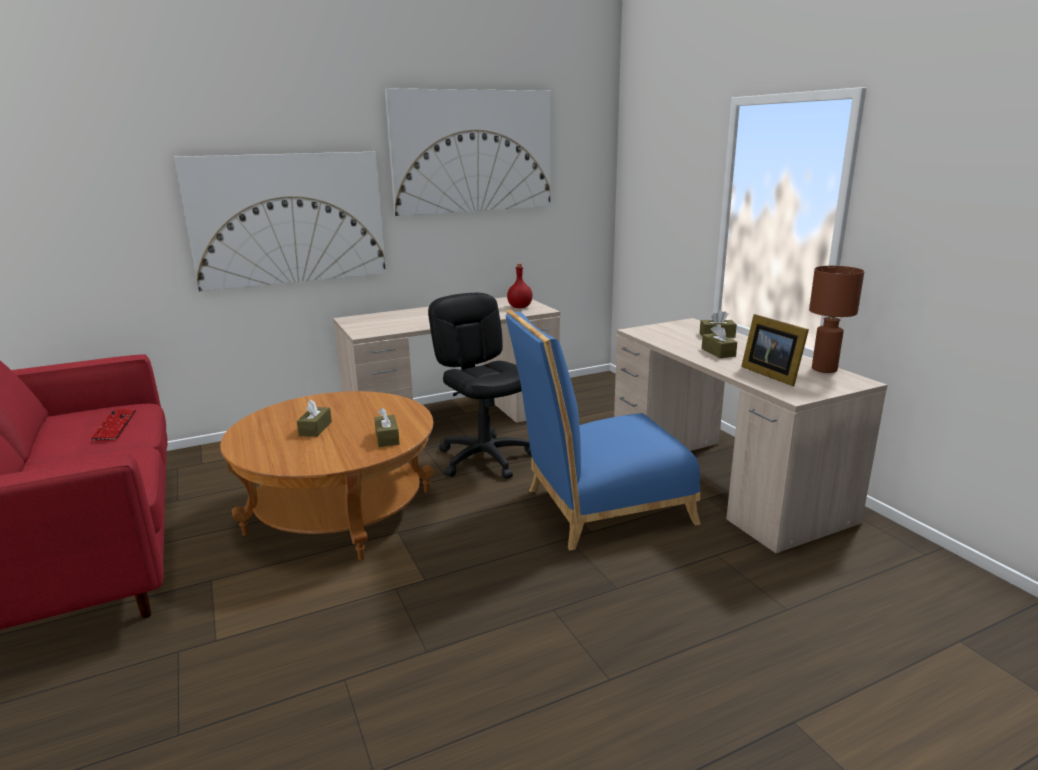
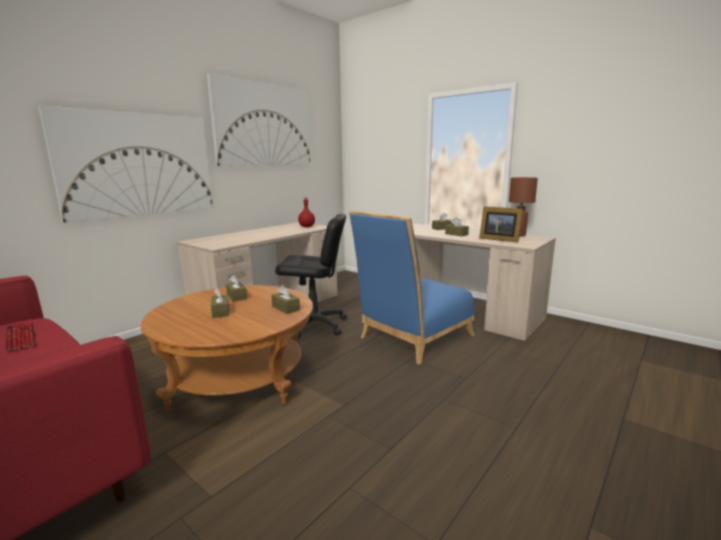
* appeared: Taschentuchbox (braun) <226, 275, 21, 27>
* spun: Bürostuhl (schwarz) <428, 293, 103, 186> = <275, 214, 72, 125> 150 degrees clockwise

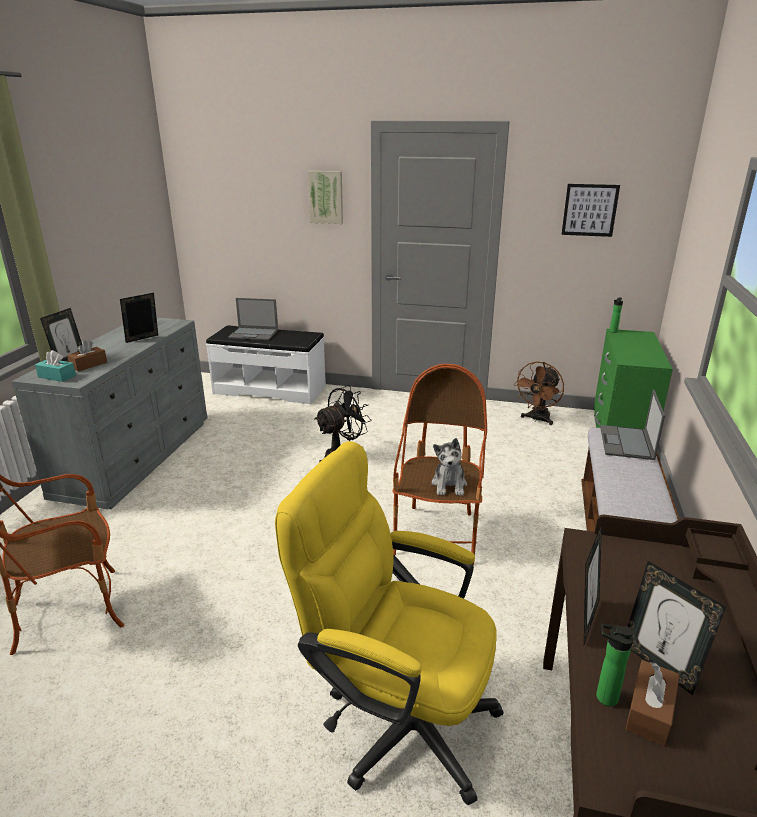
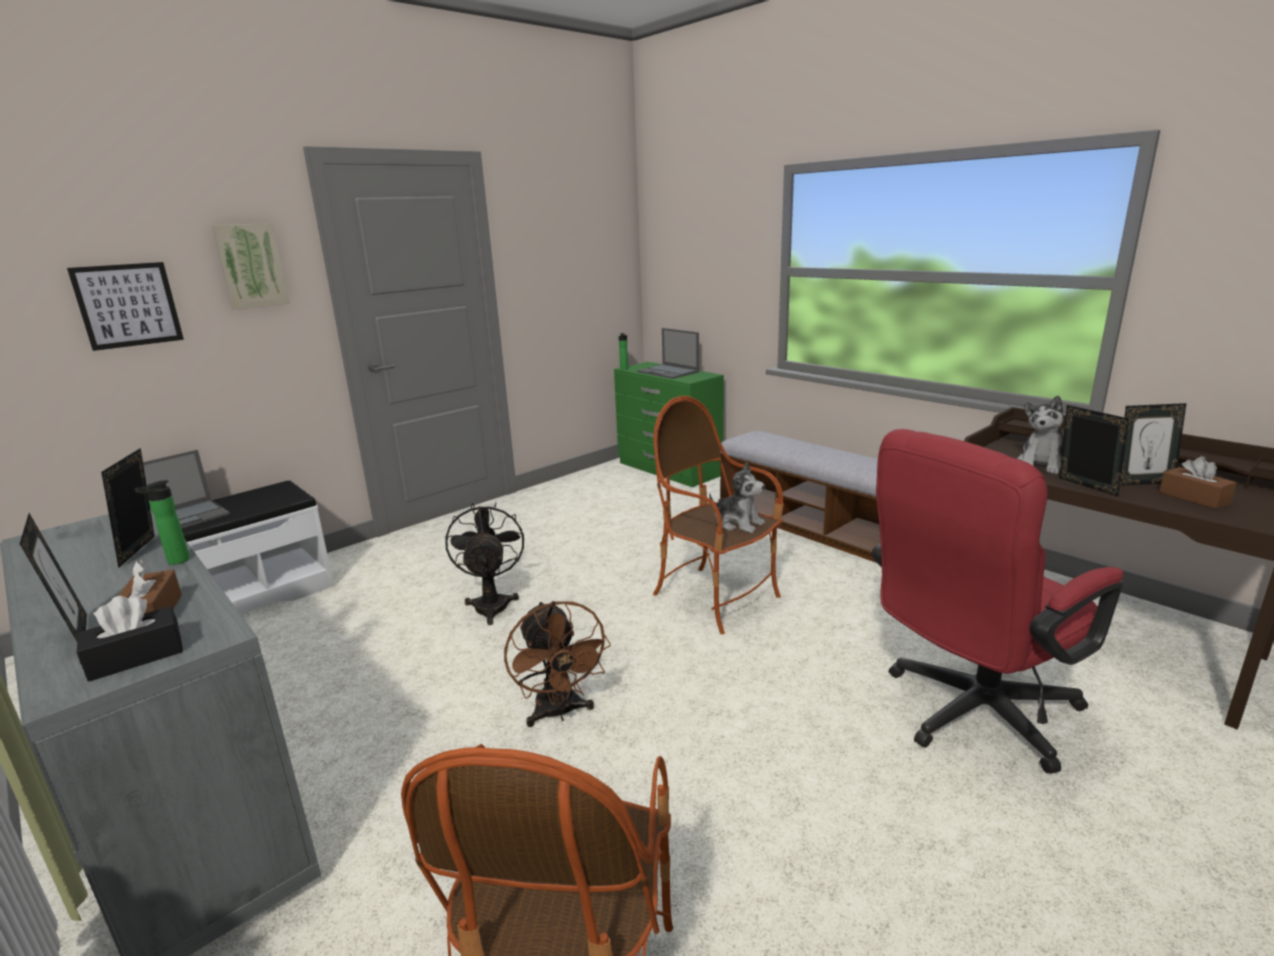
* relocated: Bild <561, 184, 59, 53> to <67, 262, 117, 89>
* colour: Taschentuchbox (türkis) <35, 350, 41, 32> to Taschentuchbox (schwarz) <77, 596, 106, 85>
* relocated: Flasche <596, 624, 39, 82> to <135, 480, 55, 85>
* relocated: Ventilator (braun) <513, 361, 51, 64> to <504, 601, 107, 126>
* relocated: Laptop <600, 390, 65, 70> to <637, 328, 62, 51>
* colour: Bürostuhl (gelb) <275, 441, 229, 365> to Bürostuhl (rot) <872, 429, 251, 345>
* appeared: Plüschtier <1017, 395, 46, 79>

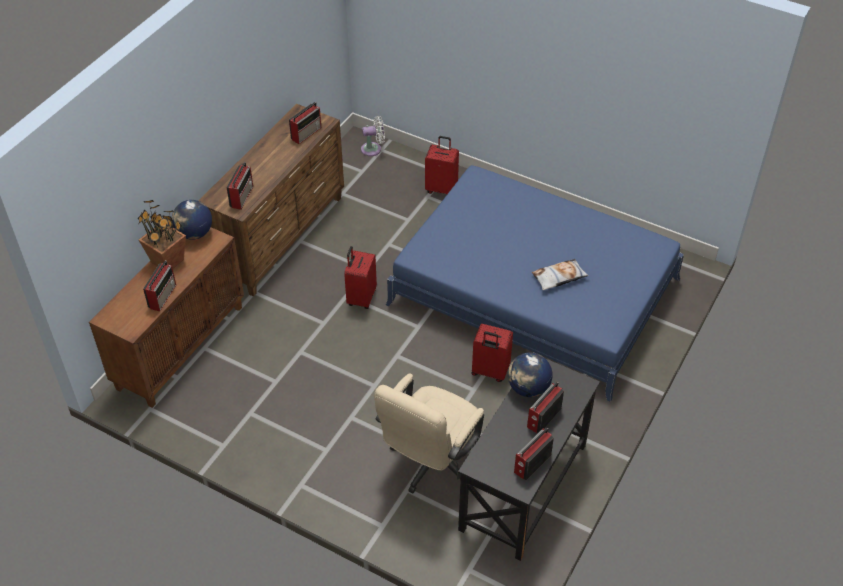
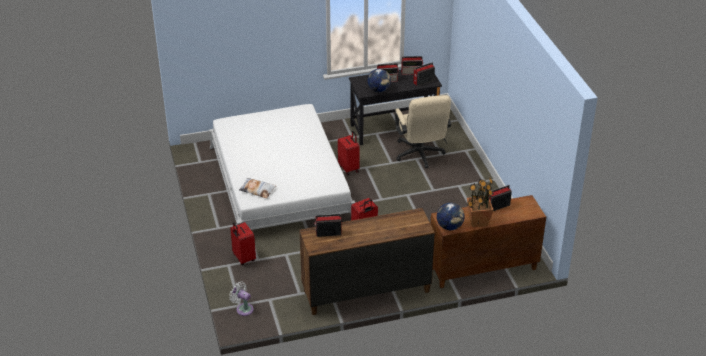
* colour: Bett (blau) <386, 165, 298, 237> to Bett (weiß) <209, 104, 146, 126>
* relocated: Kissen <532, 259, 57, 31> to <239, 178, 37, 20>
* spun: Bürostuhl (beige) <374, 374, 110, 120> = <395, 95, 56, 73> 90 degrees clockwise
* relocated: Radio <226, 162, 27, 48> to <413, 62, 22, 24>

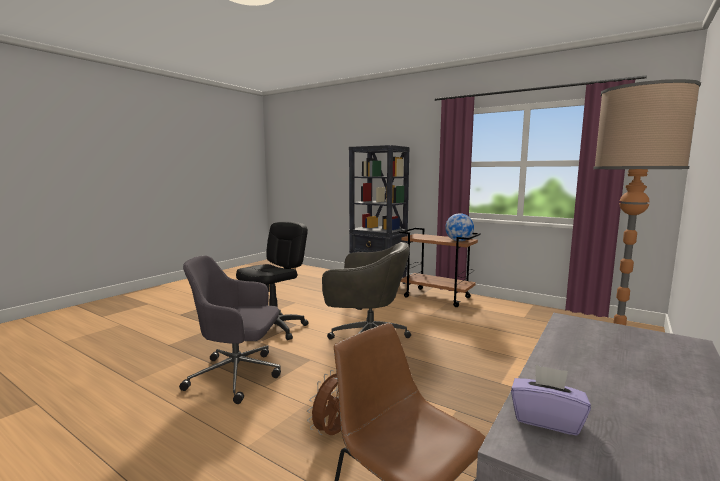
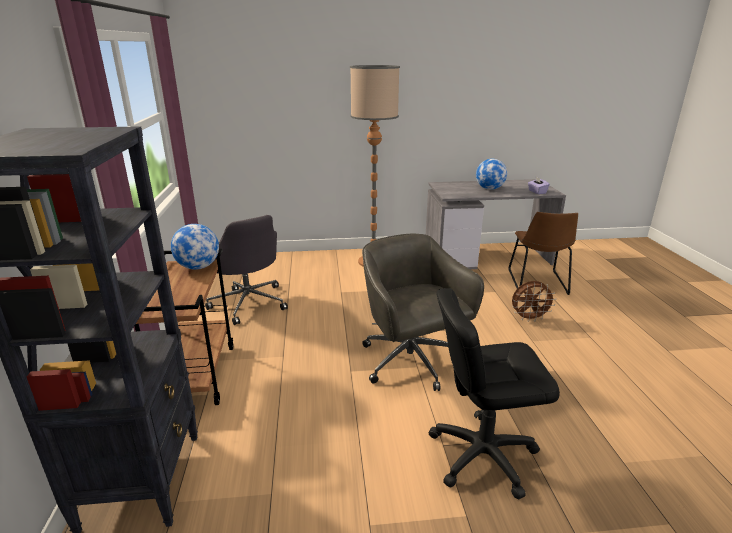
* relocated: Bürostuhl (grau) <179, 255, 102, 149> to <205, 215, 83, 110>
* appeared: Globus <476, 159, 31, 31>

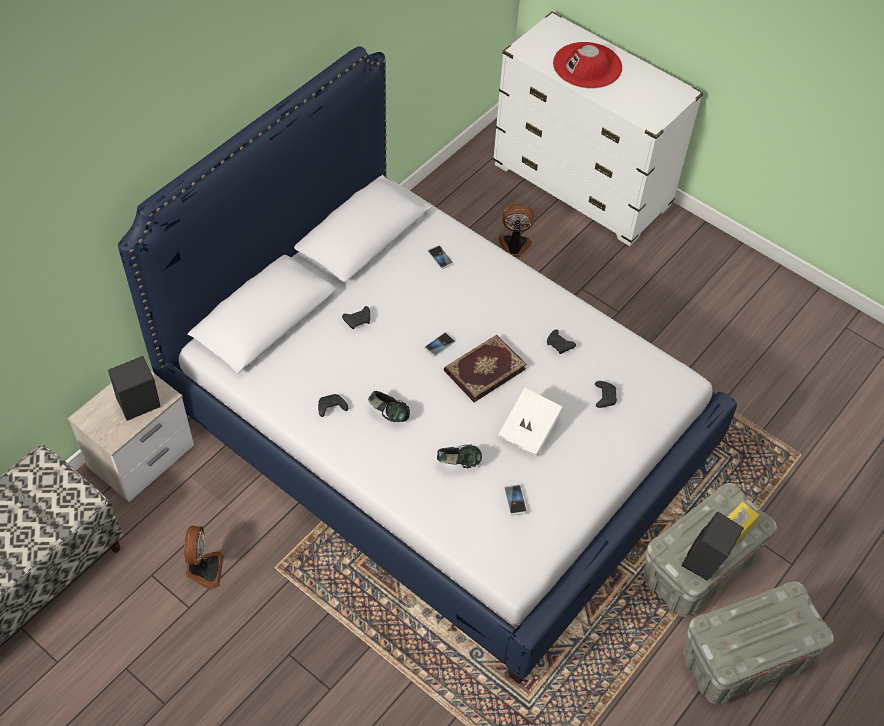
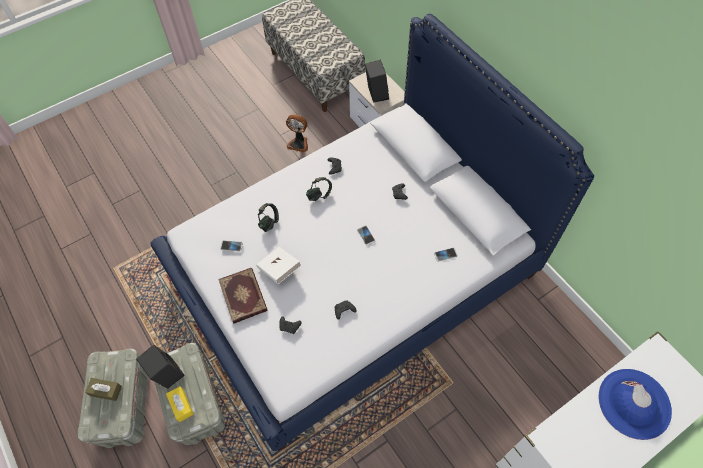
* appeared: Taschentuchbox (braun) <85, 378, 37, 23>
* relocated: Buch <444, 335, 83, 68> to <218, 268, 49, 56>
* colour: Hut (rot) <553, 42, 69, 47> to Hut (blau) <598, 369, 74, 71>
* missing: Ventilator <498, 204, 36, 53>

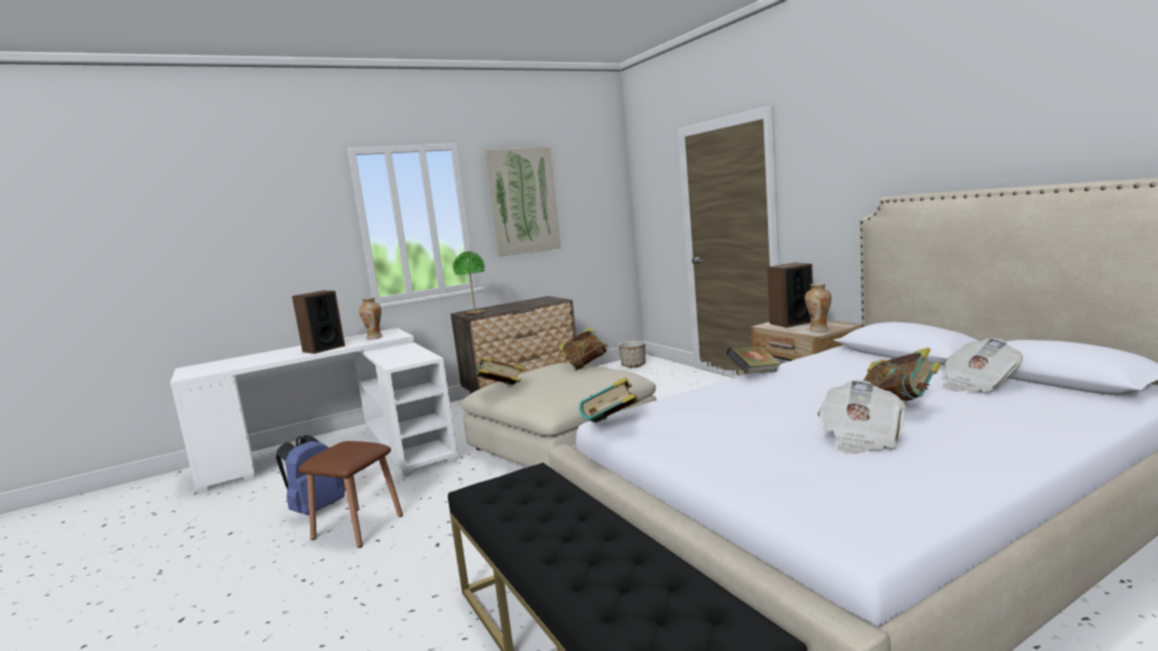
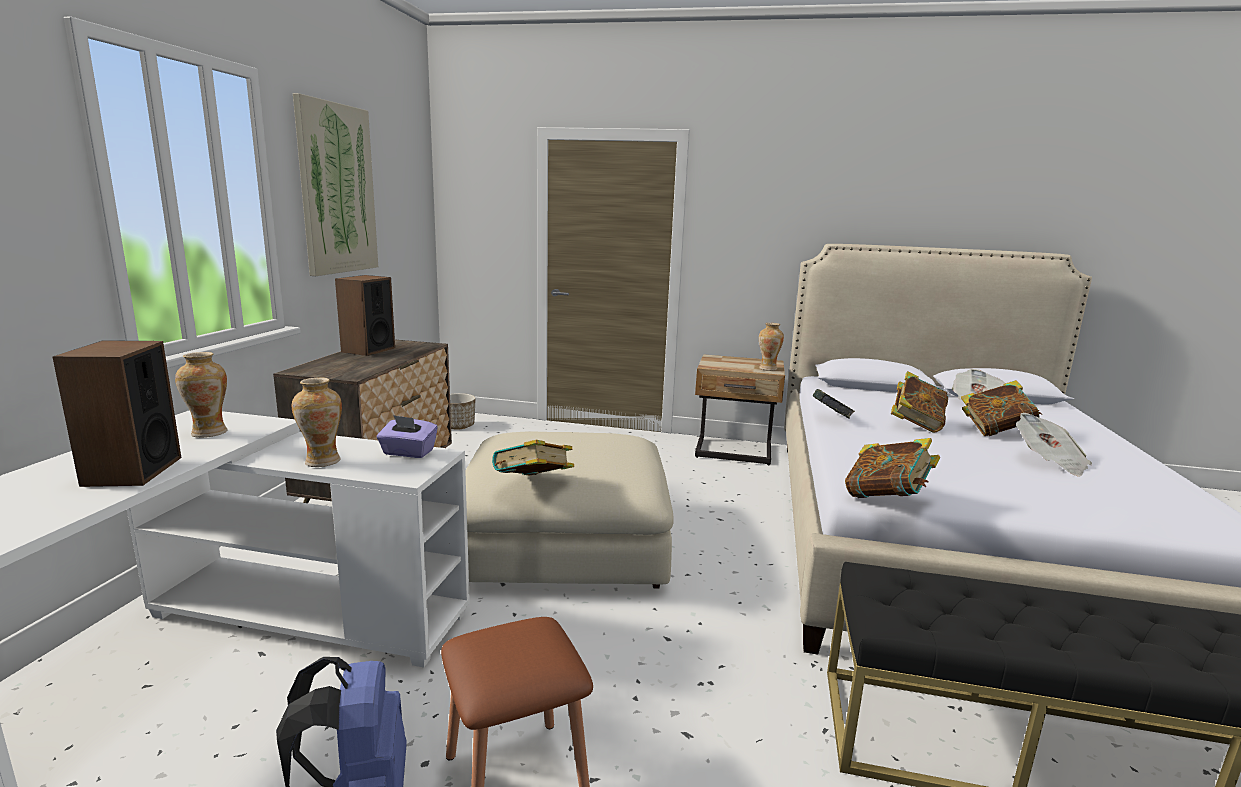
* appeared: Vase <292, 378, 50, 89>
* relocated: Lautsprecher <767, 263, 46, 65> to <335, 275, 60, 81>
* appeared: Taschentuchbox (lila) <377, 415, 61, 43>
* relocated: Buch <558, 327, 51, 43> to <891, 371, 57, 62>
* missing: Tischlampe (grün) <453, 252, 32, 62>

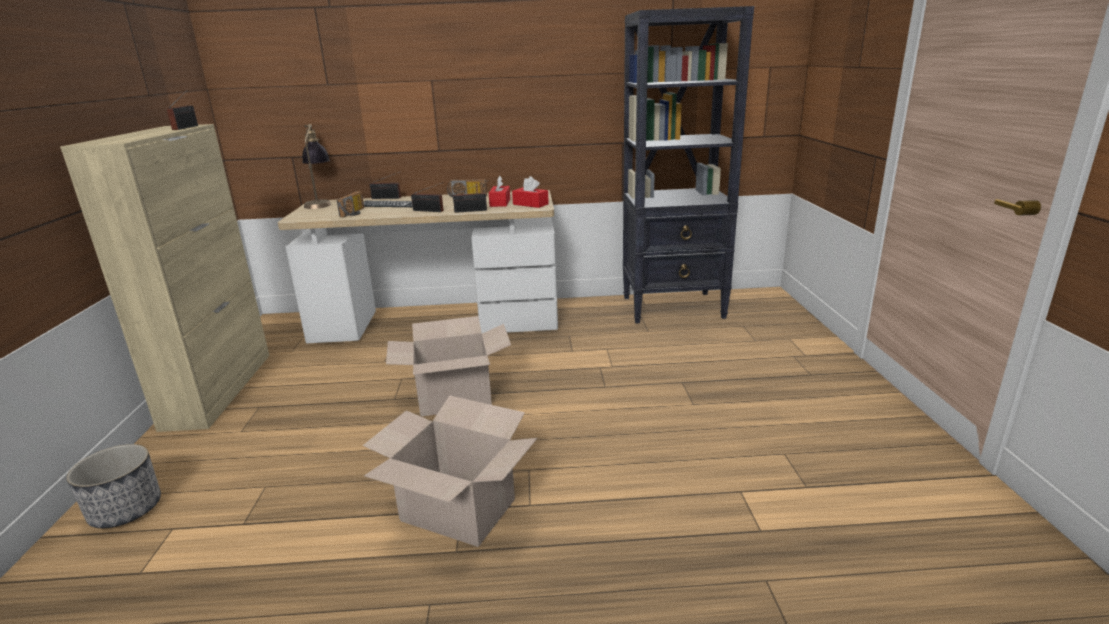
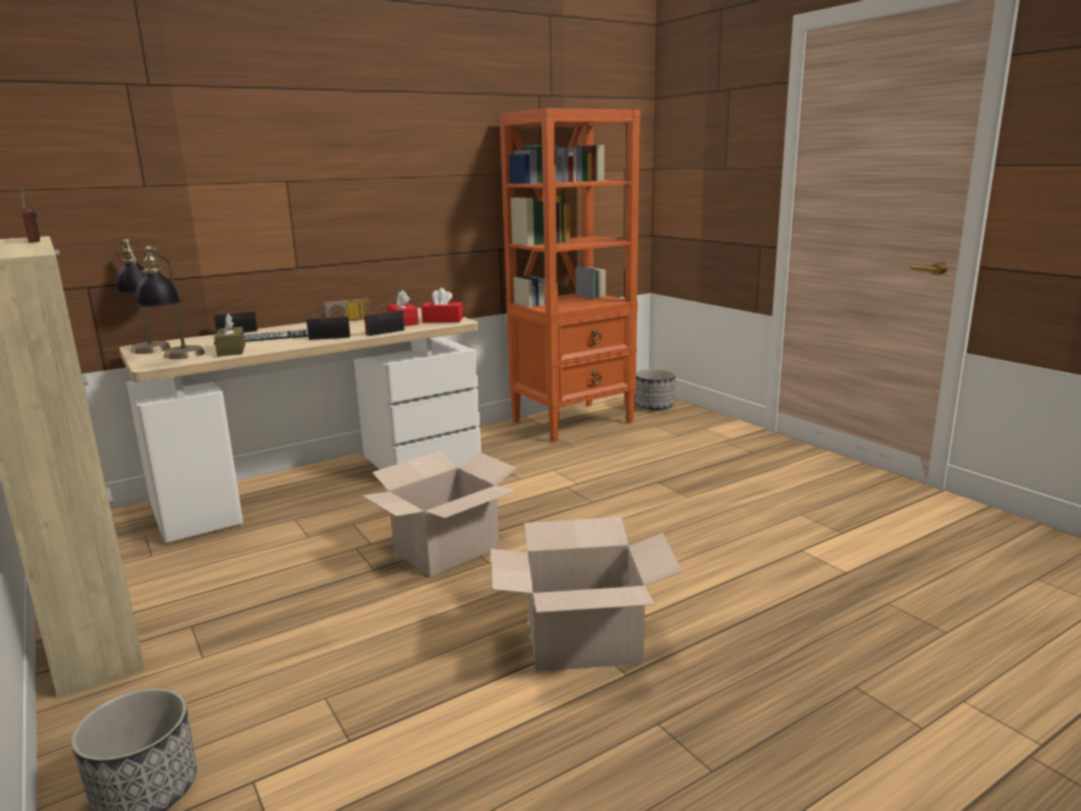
* appeared: Tischlampe <135, 246, 70, 113>
* exchanged: Radio <337, 191, 27, 26> to Taschentuchbox (braun) <214, 313, 31, 43>
* colour: Bücherregal (schwarz) <623, 6, 131, 317> to Bücherregal (orange) <499, 108, 142, 334>
* appeared: Pflanzkübel <635, 369, 41, 41>

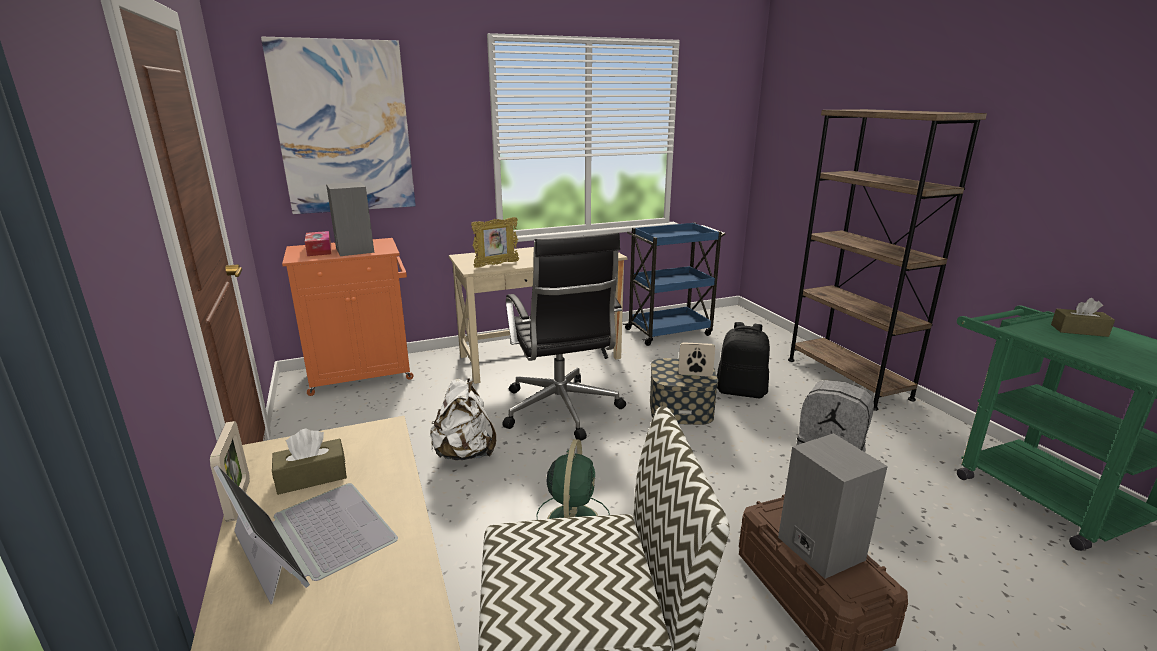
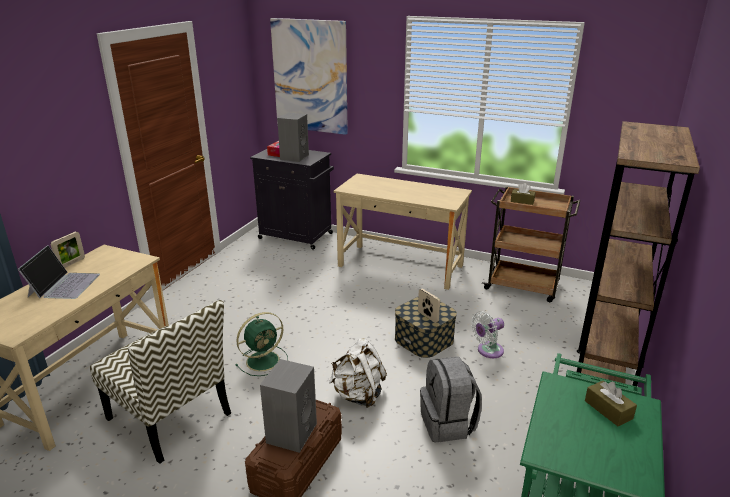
* colour: Schrank (orange) <282, 238, 132, 158> to Schrank (schwarz) <250, 149, 84, 100>
* relocated: Rucksack (weiß) <430, 378, 66, 82> to <329, 338, 58, 70>
* exchanged: Rucksack (schwarz) <717, 322, 53, 76> to Ventilator (weiß) <471, 311, 33, 47>
* colour: Rollwagen (blau) <623, 222, 103, 124> to Rollwagen (braun) <482, 186, 98, 116>
* relocated: Taschentuchbox (braun) <272, 429, 75, 66> to <511, 183, 25, 22>
* missing: Bilderrahmen <471, 217, 48, 51>
* missing: Bürostuhl (schwarz) <502, 232, 124, 209>

